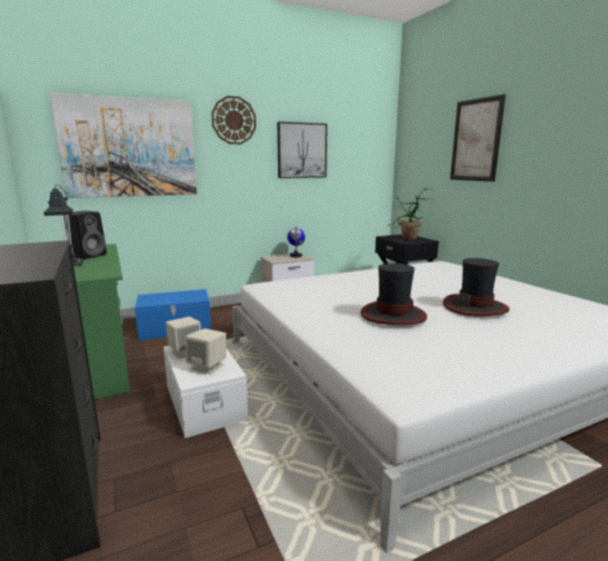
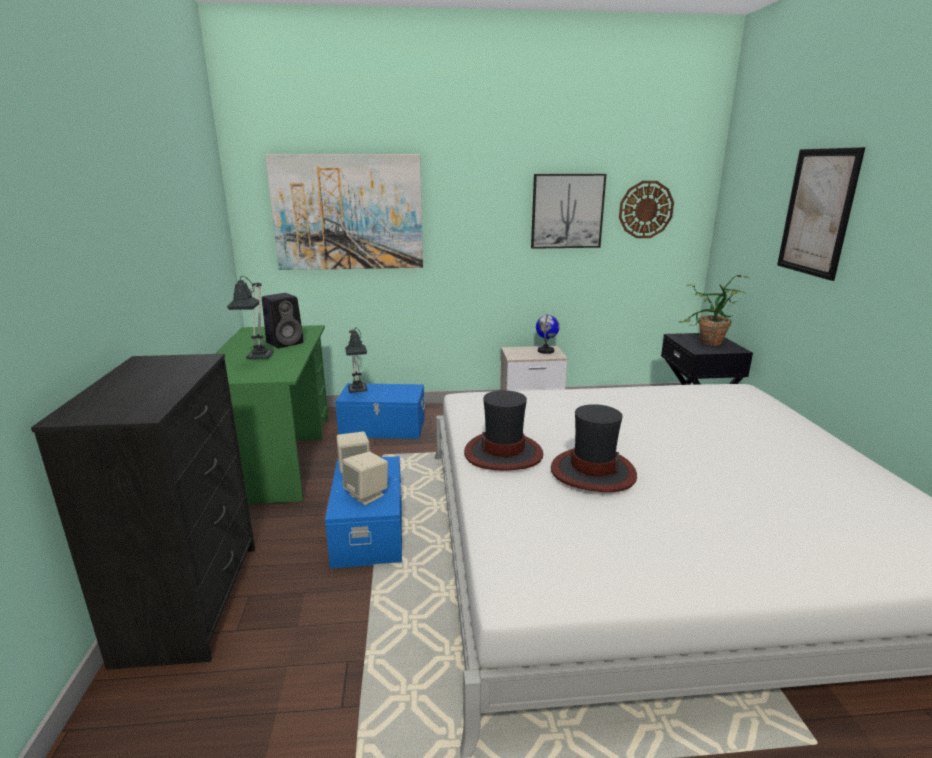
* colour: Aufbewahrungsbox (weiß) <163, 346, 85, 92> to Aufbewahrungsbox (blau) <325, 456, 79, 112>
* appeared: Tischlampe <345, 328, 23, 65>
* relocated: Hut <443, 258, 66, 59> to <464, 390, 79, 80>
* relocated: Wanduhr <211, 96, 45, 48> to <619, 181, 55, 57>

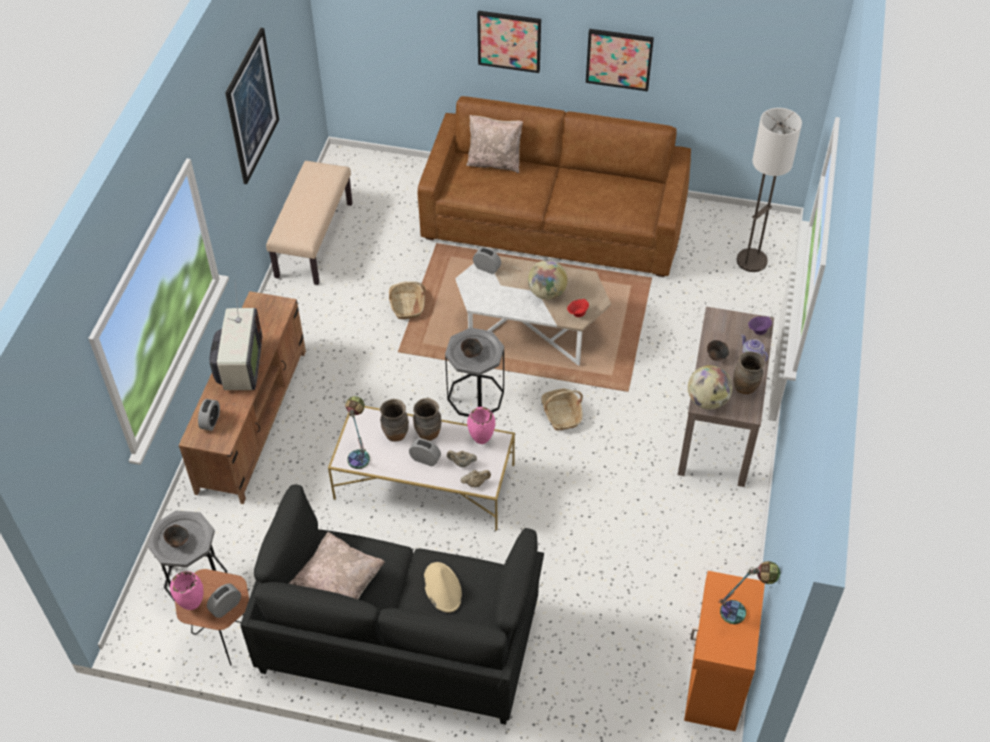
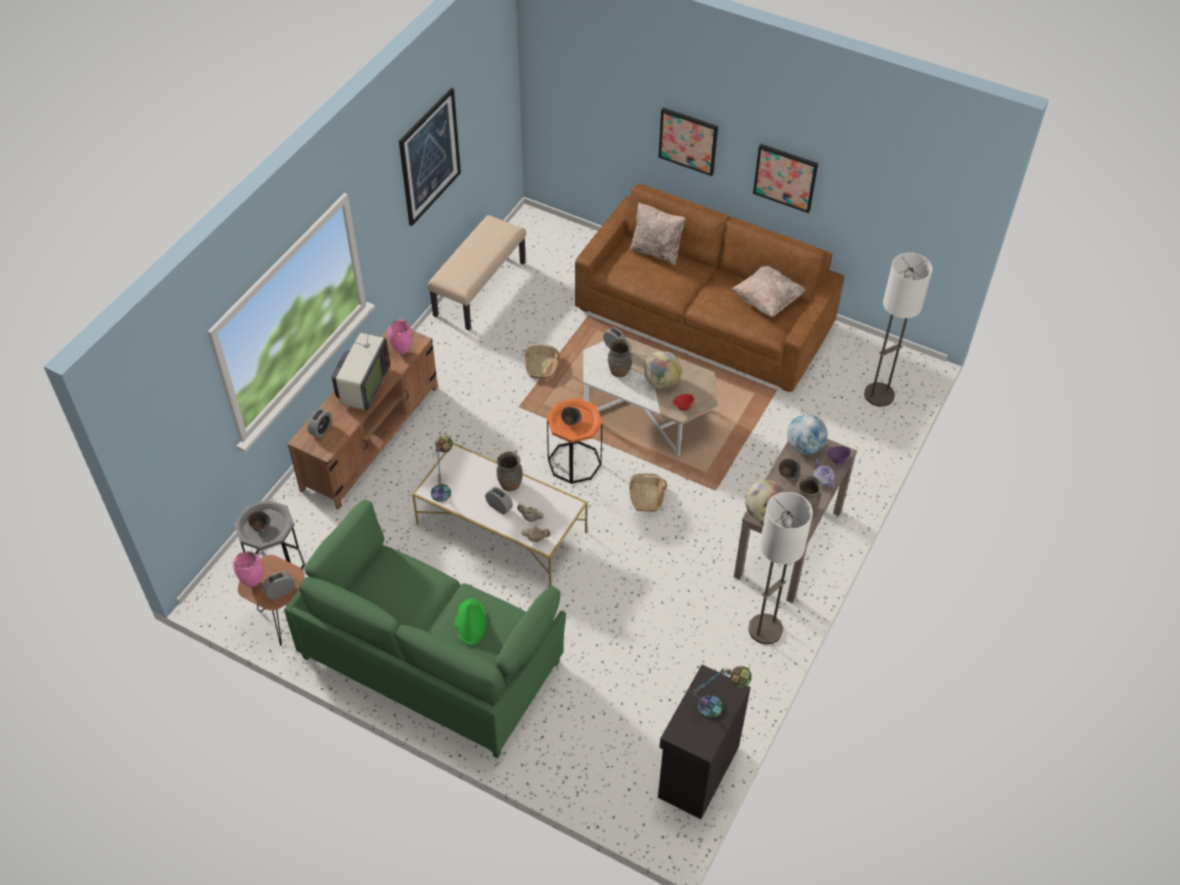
* colour: Sofa (schwarz) <240, 485, 304, 240> to Sofa (grün) <284, 500, 282, 258>
* relocated: Vase (rosa) <467, 407, 28, 37> to <388, 319, 24, 35>
* colour: Hut (beige) <424, 562, 38, 51> to Hut (grün) <455, 598, 32, 47>
* colour: Beistelltisch (grau) <445, 328, 59, 89> to Beistelltisch (orange) <547, 398, 55, 86>
* relocated: Vase (braun) <380, 399, 29, 43> to <608, 339, 24, 38>
* colour: Schrank (orange) <684, 571, 81, 160> to Schrank (schwarz) <658, 665, 93, 154>
* relocated: Kissen (beige) <289, 532, 96, 67> to <731, 266, 75, 51>
* appeared: Stehlampe <749, 492, 64, 152>
* appeared: Globus <787, 414, 40, 40>

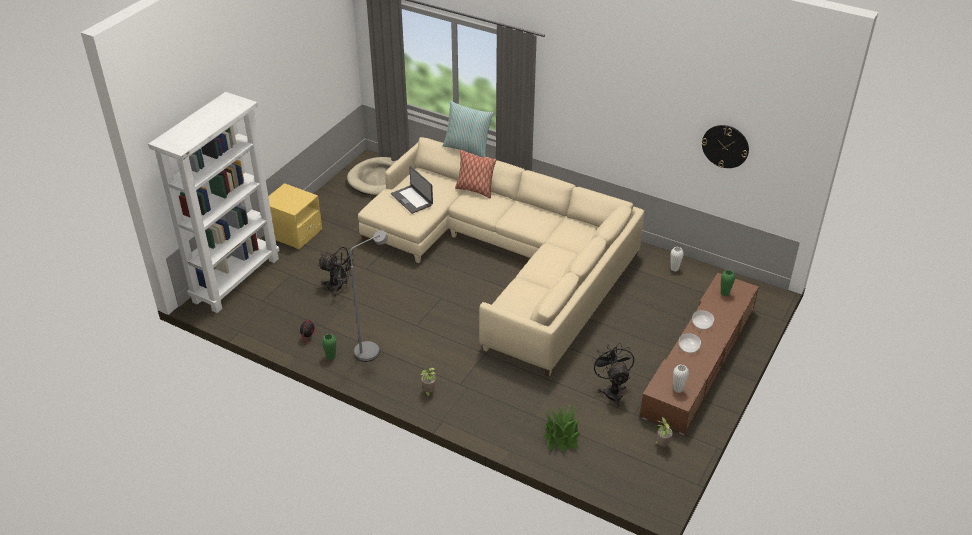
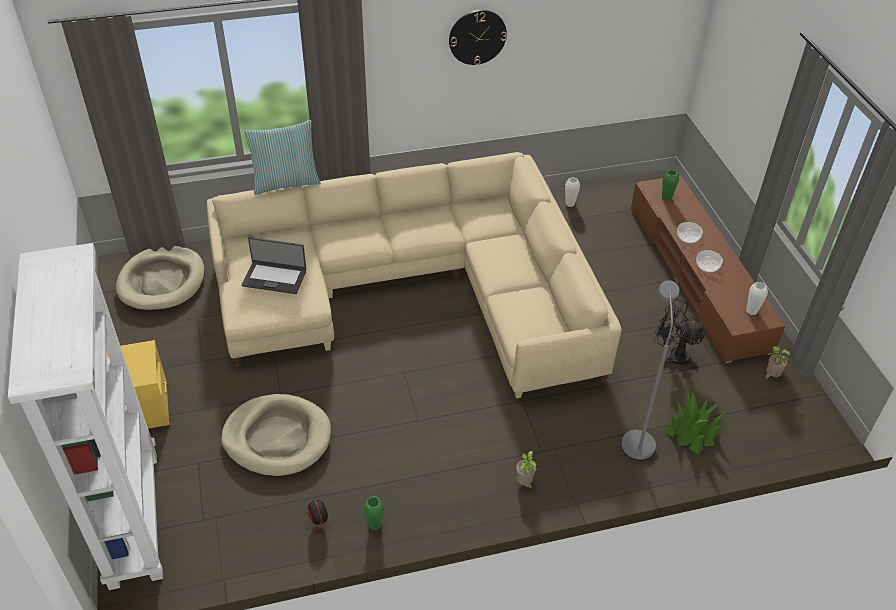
* exchanged: Ventilator (schwarz) <318, 247, 37, 49> to Hundebett (beige) <221, 394, 110, 83>
* relocated: Wanduhr <702, 125, 47, 43> to <449, 10, 58, 55>
* relocated: Stehlampe (grau) <350, 230, 38, 132> to <621, 280, 59, 180>
* missing: Kissen <455, 150, 41, 48>

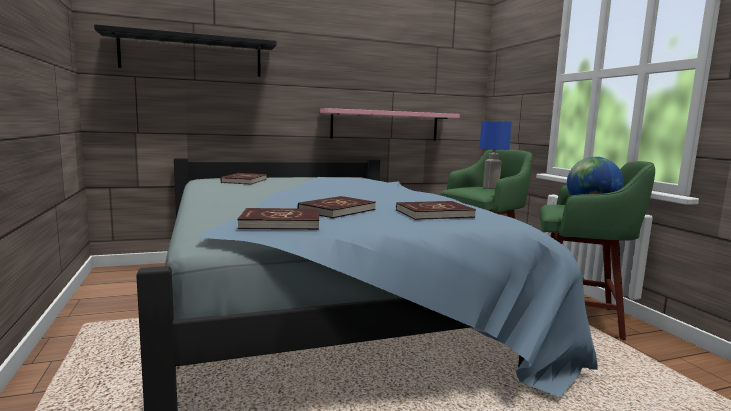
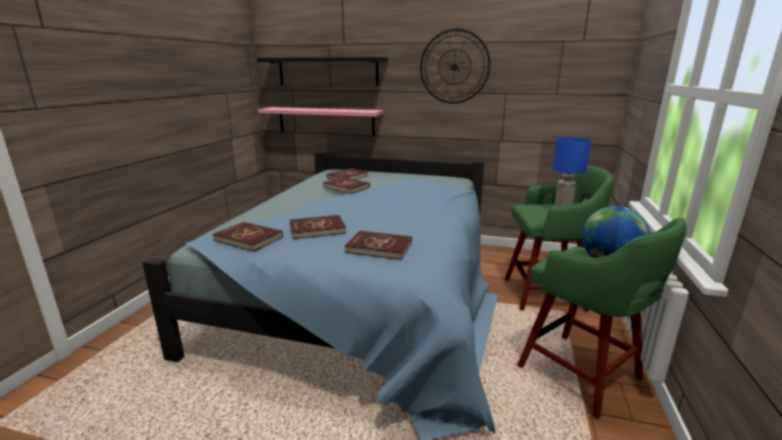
* relocated: Wandregal (rosa) <320, 108, 140, 33> to <258, 107, 126, 29>
* appeared: Buch (rot) <323, 177, 47, 17>
* appeared: Wanduhr <420, 29, 71, 75>

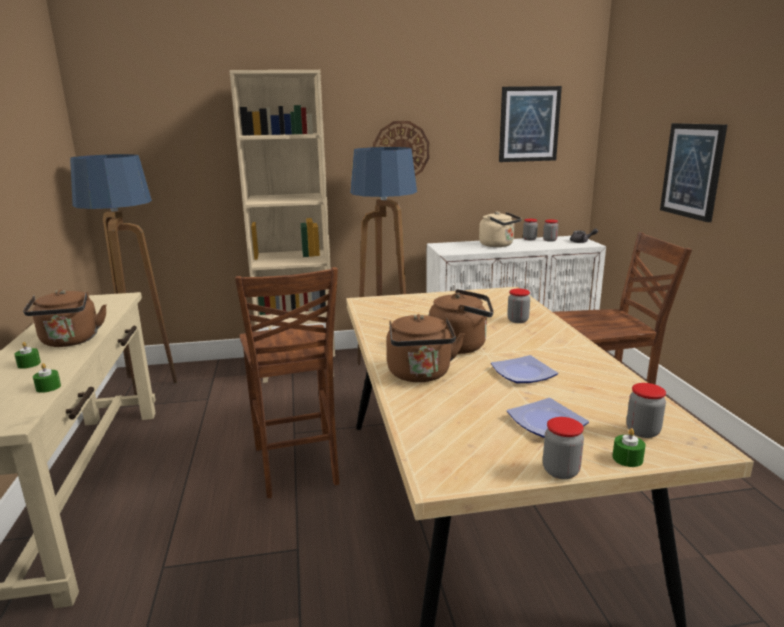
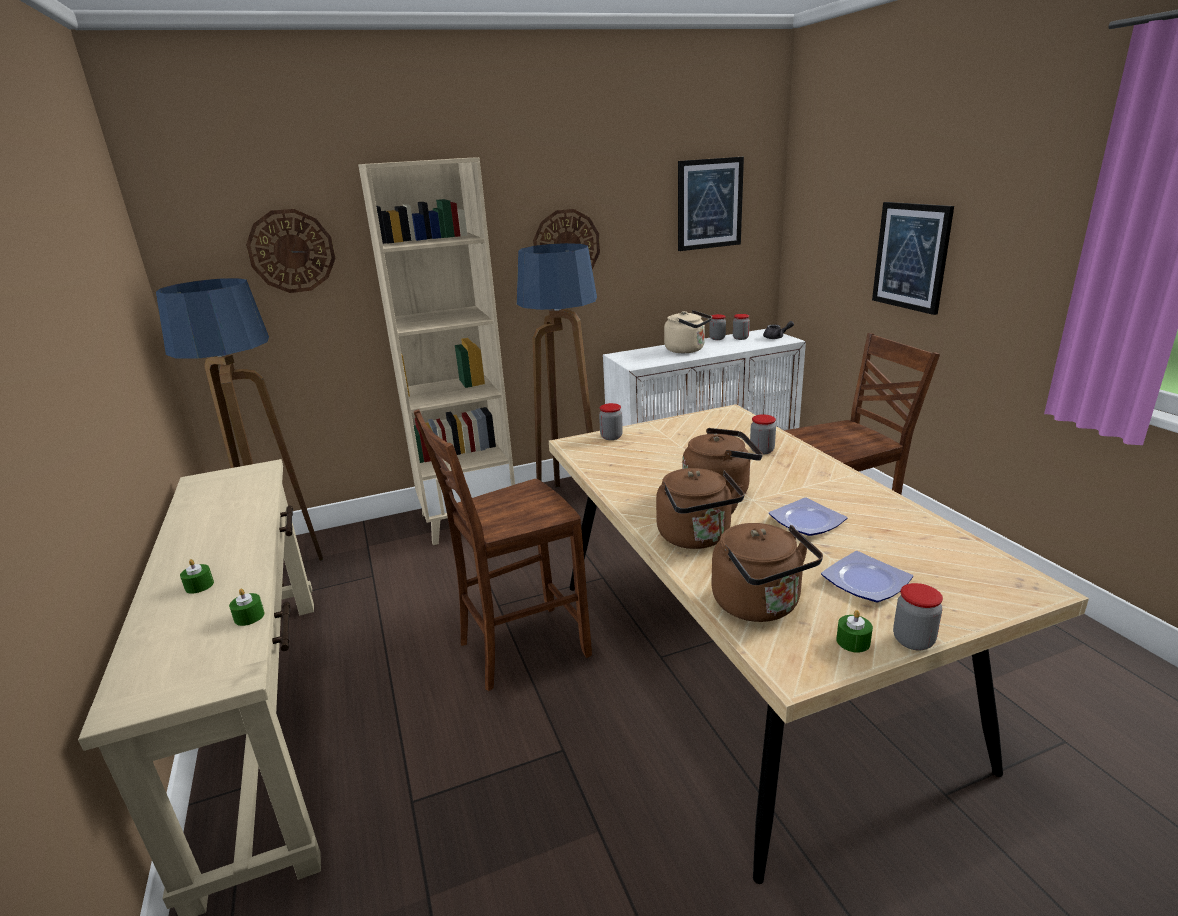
* appeared: Wanduhr <246, 209, 90, 84>
* spun: Stuhl (braun) <235, 267, 104, 231> = <414, 409, 178, 282> 90 degrees clockwise
* relocated: Vorratsglas <626, 383, 40, 55> to <599, 403, 24, 37>
* relocated: Wasserkessel (braun) <23, 289, 84, 58> to <711, 523, 112, 99>
* relocated: Kerze (grün) <612, 428, 34, 39> to <836, 610, 37, 43>

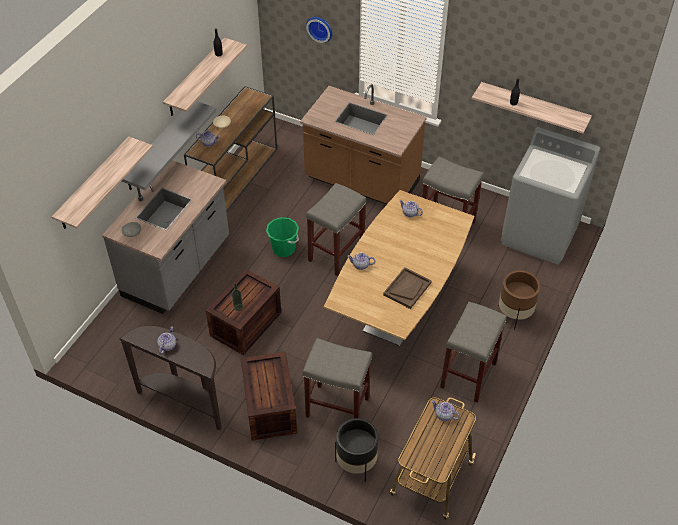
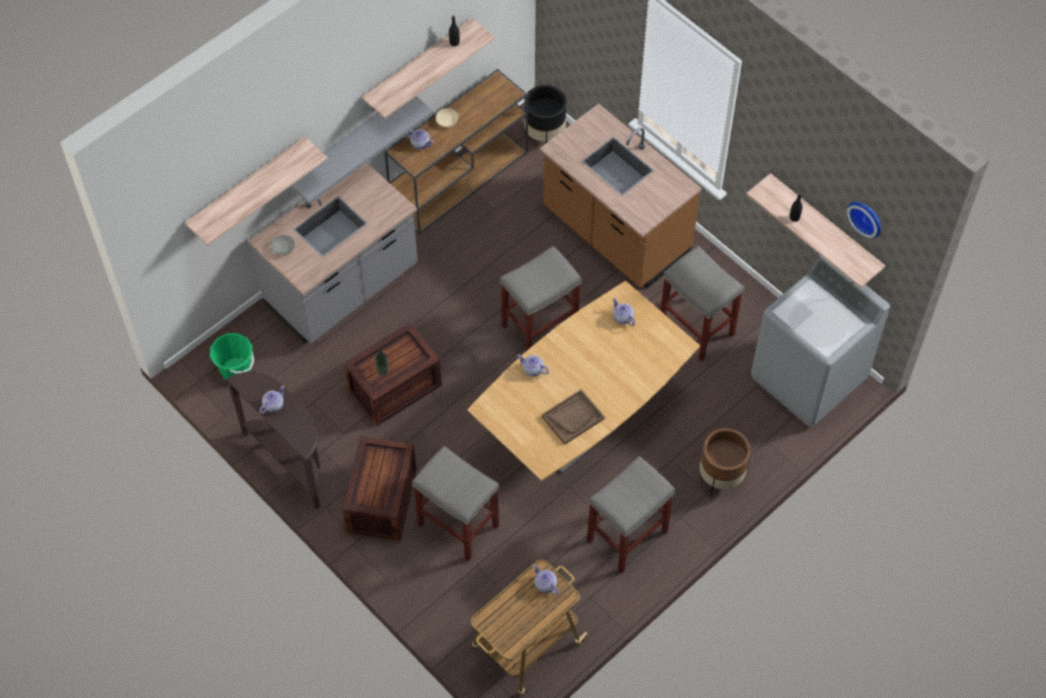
* relocated: Eimer (grün) <266, 217, 33, 40> to <210, 333, 44, 47>
* relocated: Pflanzkübel (schwarz) <335, 418, 43, 64> to <524, 85, 42, 58>
* relocated: Wanduhr <306, 17, 26, 26> to <847, 202, 34, 36>

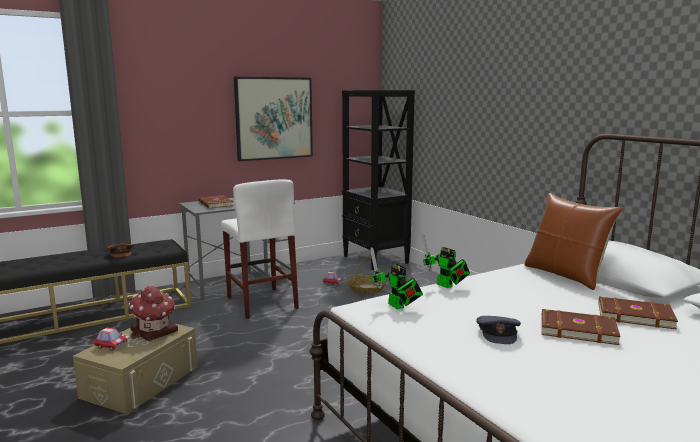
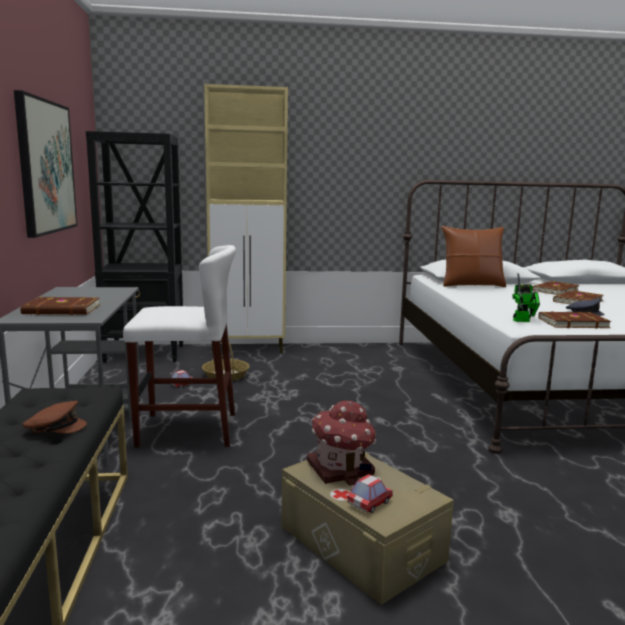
* appeared: Schrank (beige) <204, 84, 84, 270>
* appeared: Buch (braun) <538, 312, 73, 16>
* missing: Spielzeugroboter <422, 233, 48, 55>

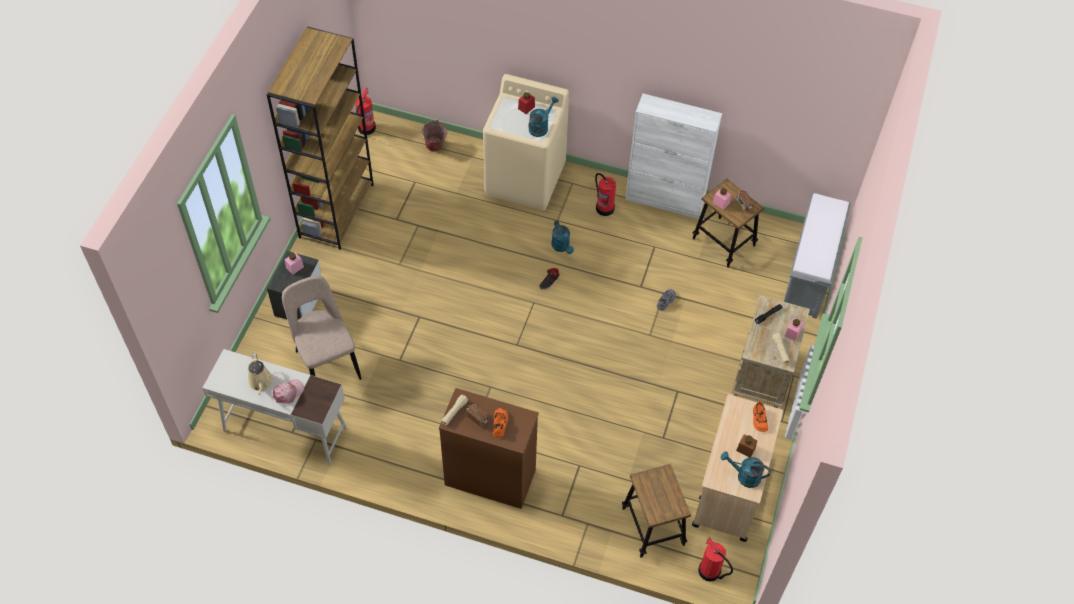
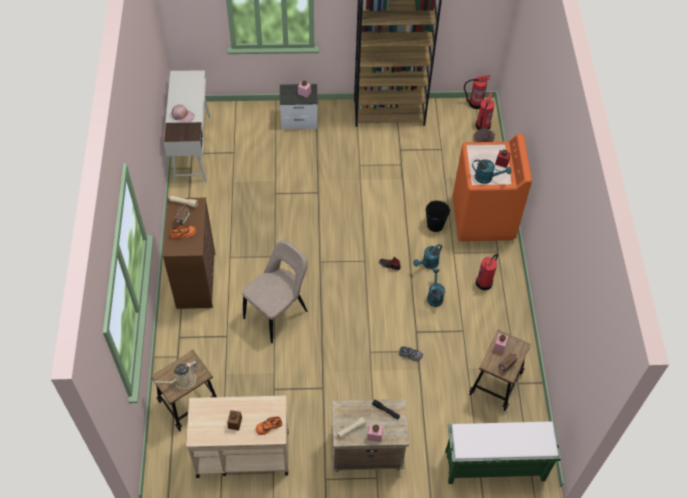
* relocated: Gießkanne (beige) <248, 353, 25, 42> to <153, 361, 45, 28>
* relocated: Stuhl (beige) <282, 276, 80, 104> to <242, 240, 66, 103>
* appeared: Eimer (schwarz) <425, 200, 25, 32>
* relocated: Gießkanne (türkis) <721, 451, 50, 37> to <427, 269, 18, 38>
* colour: Bank (grau) <783, 193, 68, 126> to Bank (grün) <445, 421, 116, 63>
* colour: Waschmaschine (beige) <483, 74, 86, 137> to Waschmaschine (orange) <453, 133, 79, 108>
* relocated: Feuerlöscher <698, 538, 35, 44> to <476, 92, 19, 38>
* missing: Schrank (weiß) <625, 94, 97, 125>

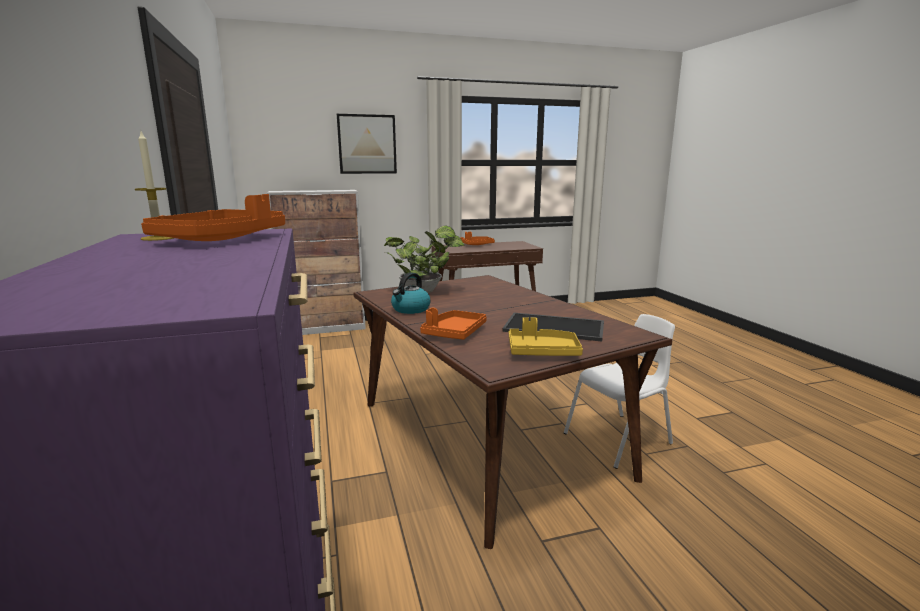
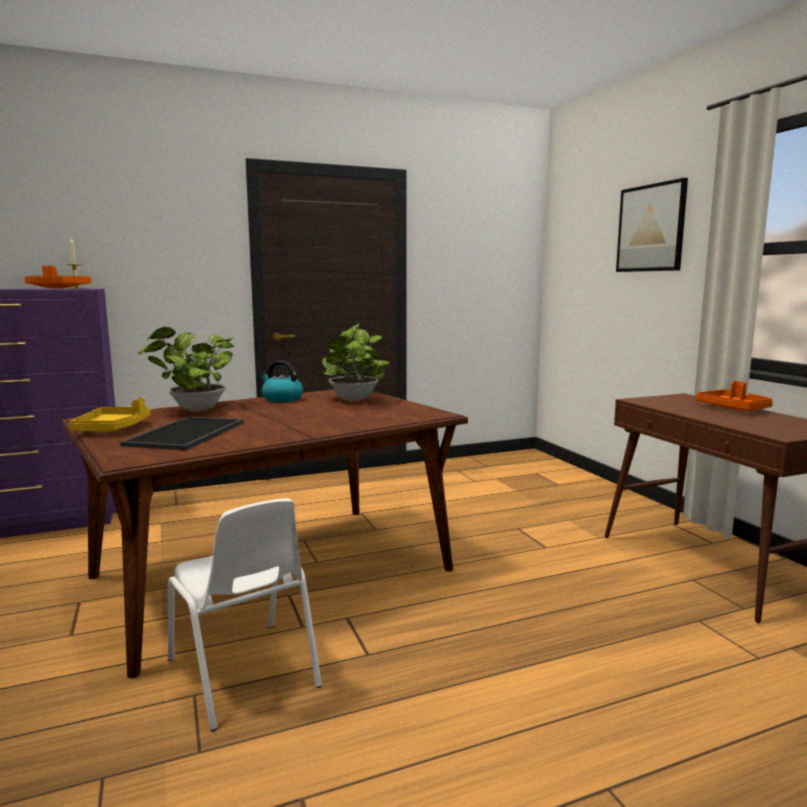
* exchanged: Tablett (orange) <420, 308, 67, 32> to Topfpflanze <137, 327, 98, 84>
* missing: Schrank <267, 190, 99, 145>

